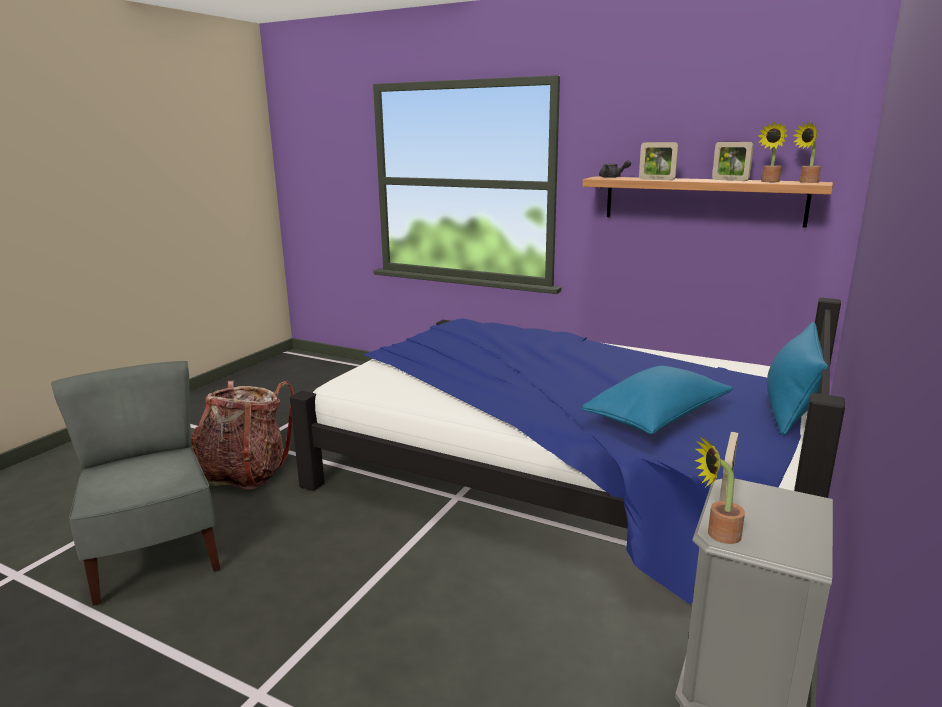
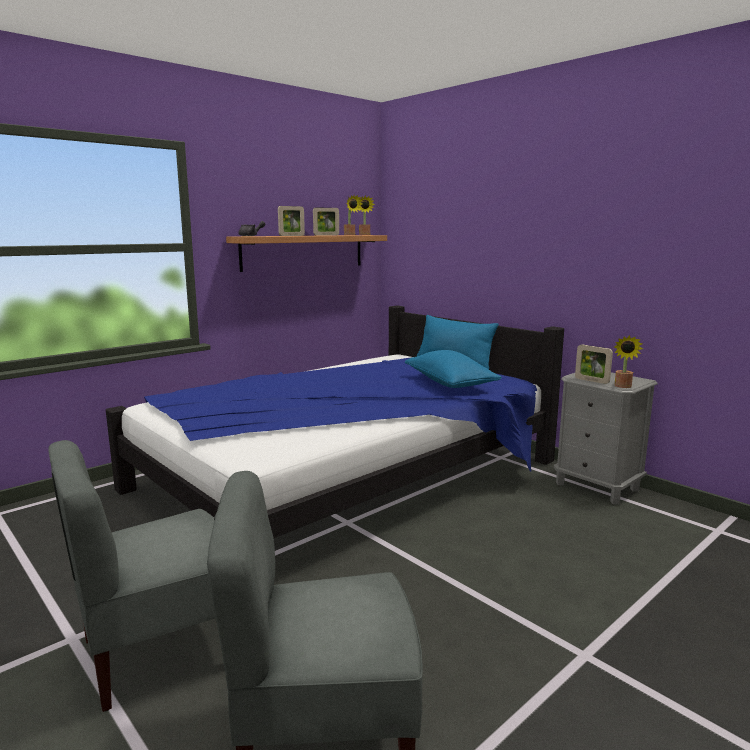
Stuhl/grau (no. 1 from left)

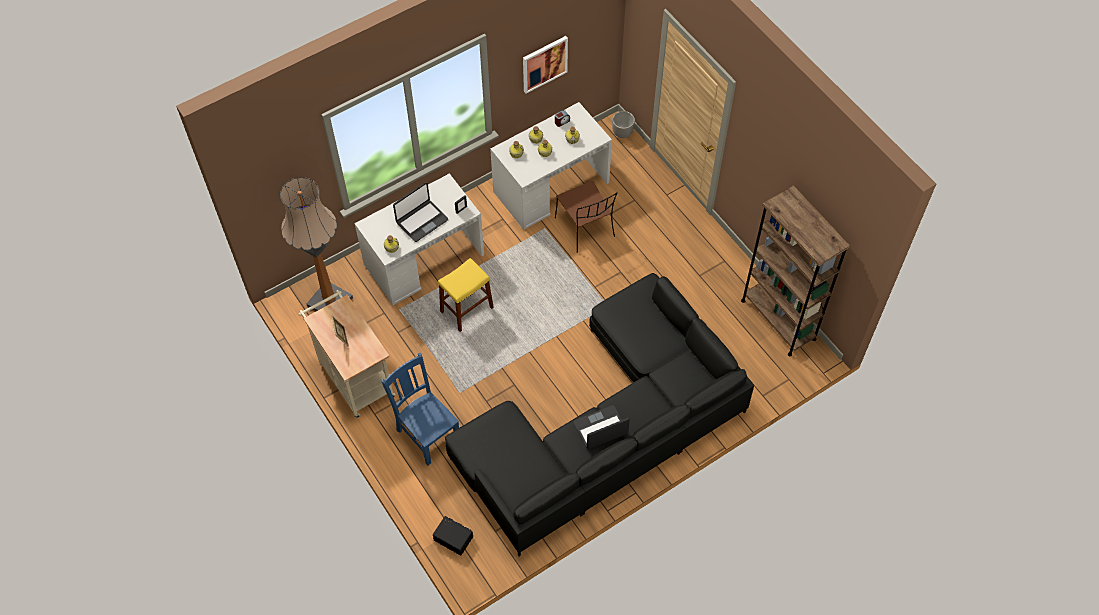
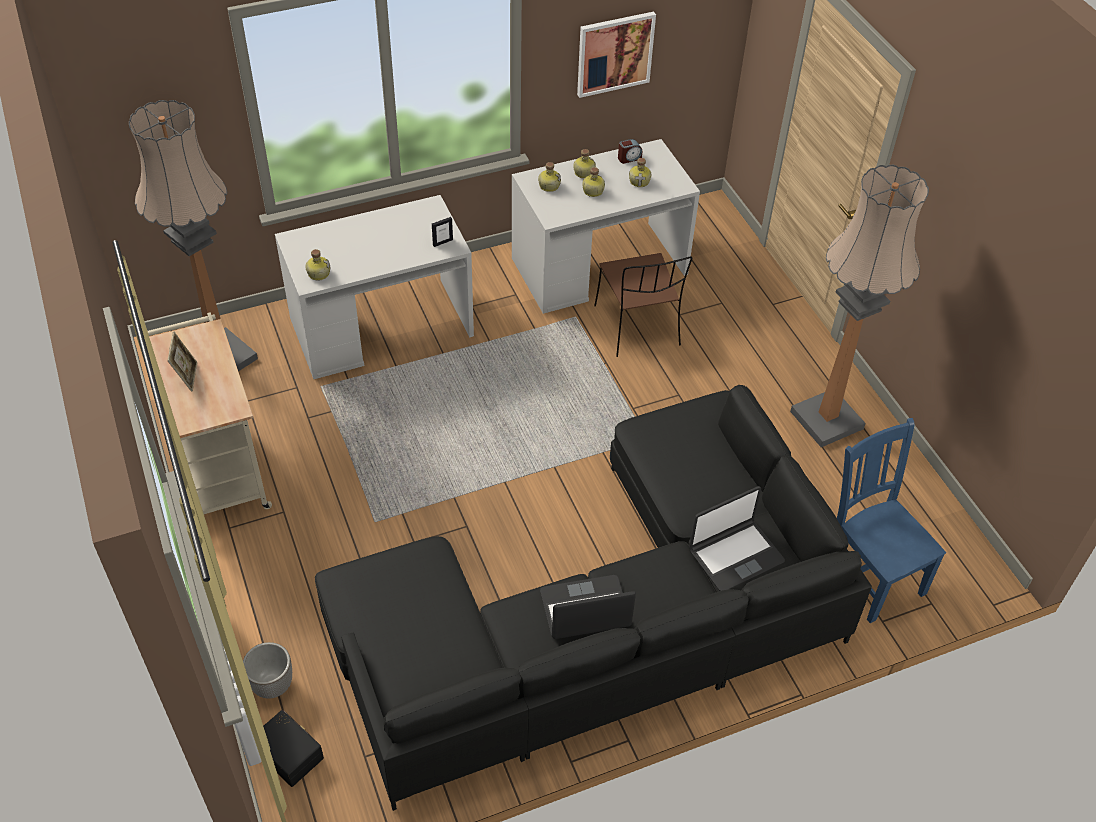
Stuhl/blau; Laptop (no. 2 from left); Hocker/gelb; Pflanzkübel; Bücherregal/braun; Stehlampe (no. 2 from left)

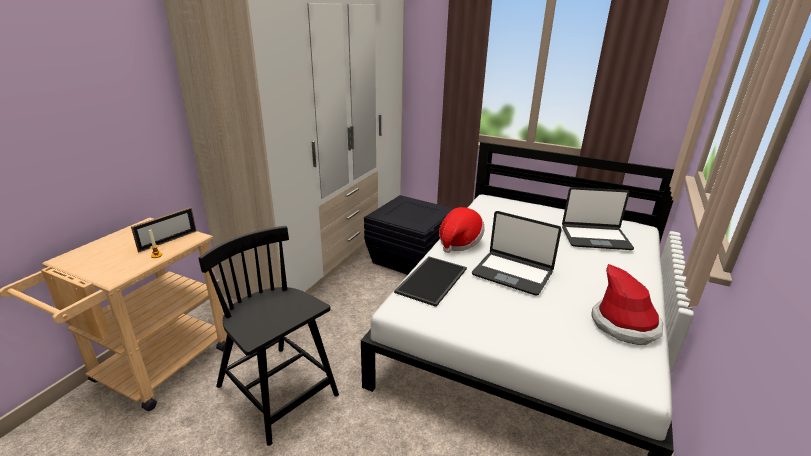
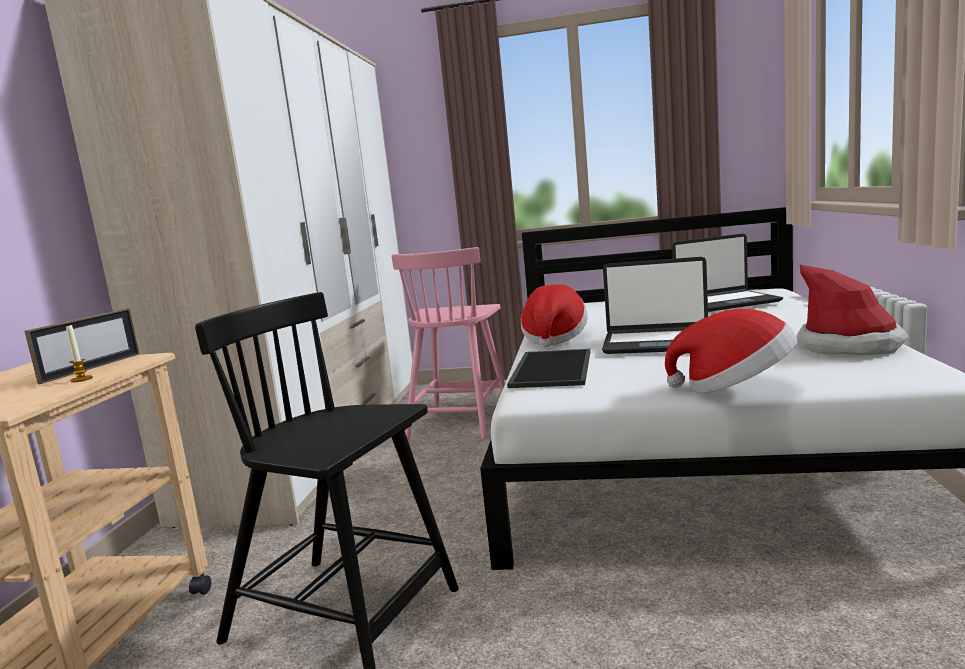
Stuhl/rosa; Hut (no. 2 from left)

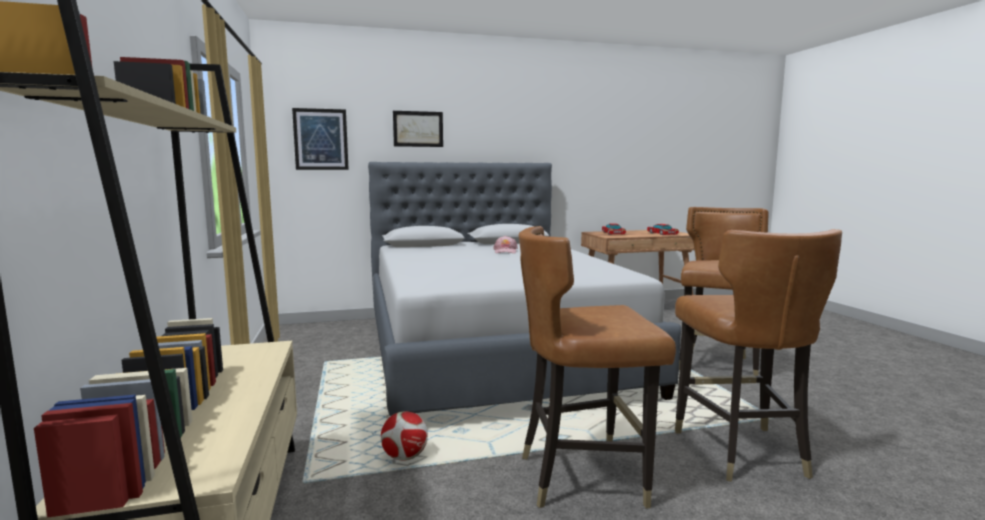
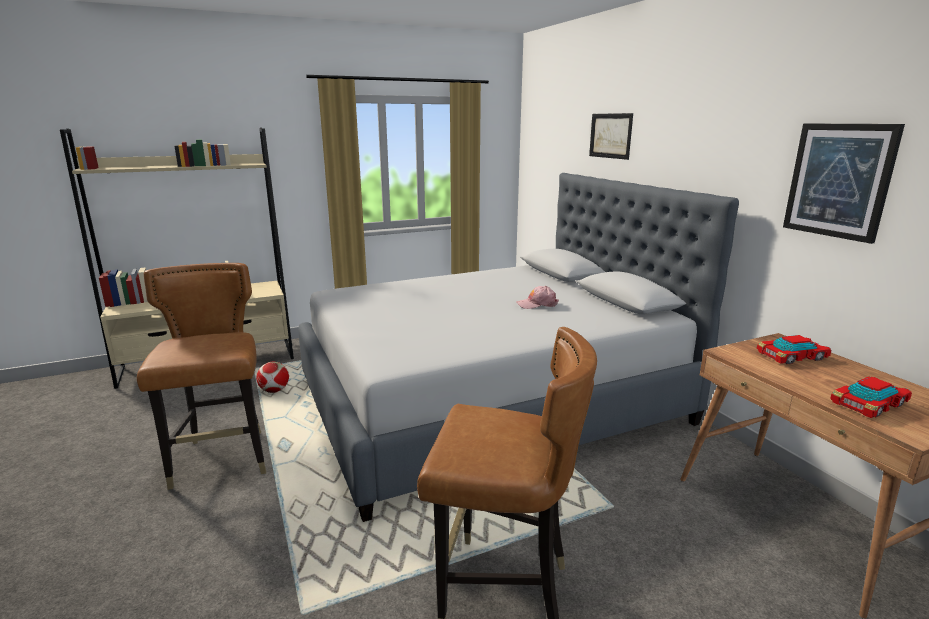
Bild (no. 2 from left); Stuhl/braun (no. 3 from left in the first image)

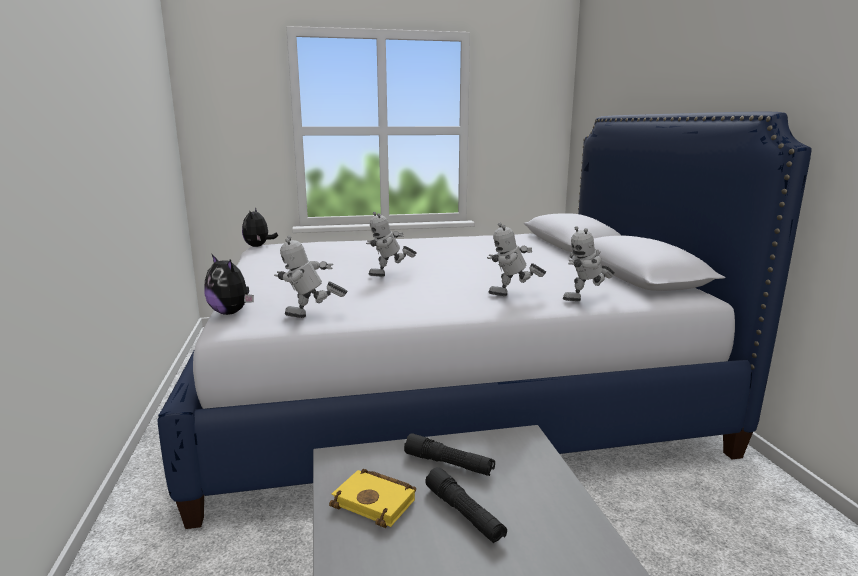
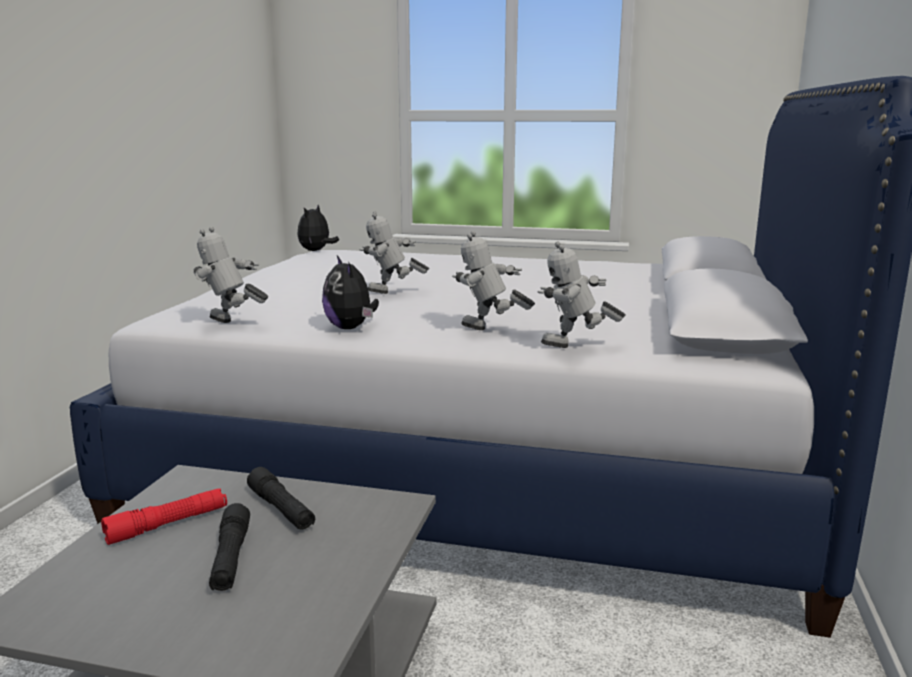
Plüschtier (no. 2 from left); Taschenlampe/rot

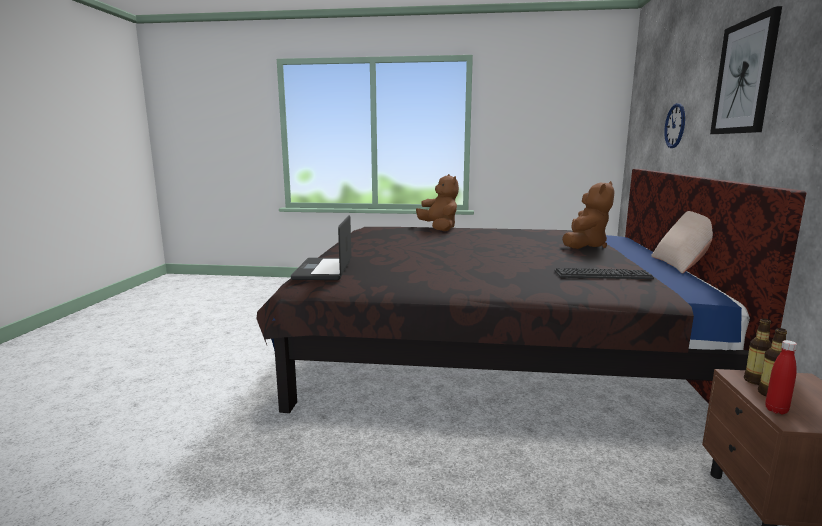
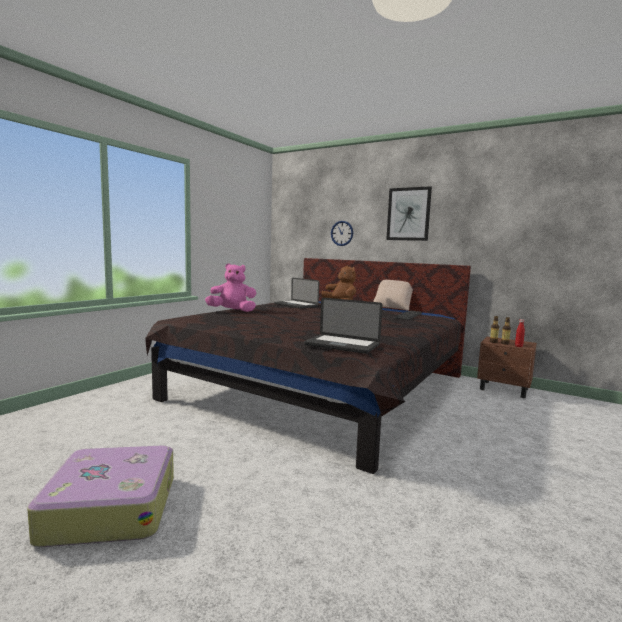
Plüschtier/rosa; Koffer; Laptop (no. 1 from left)

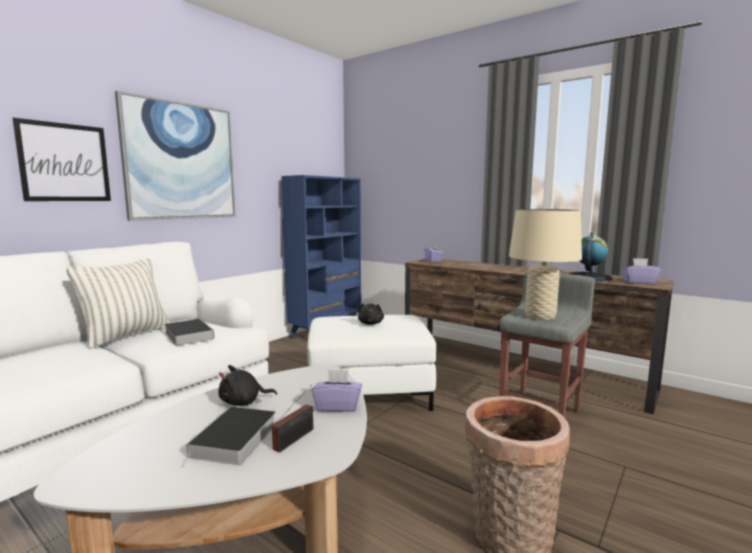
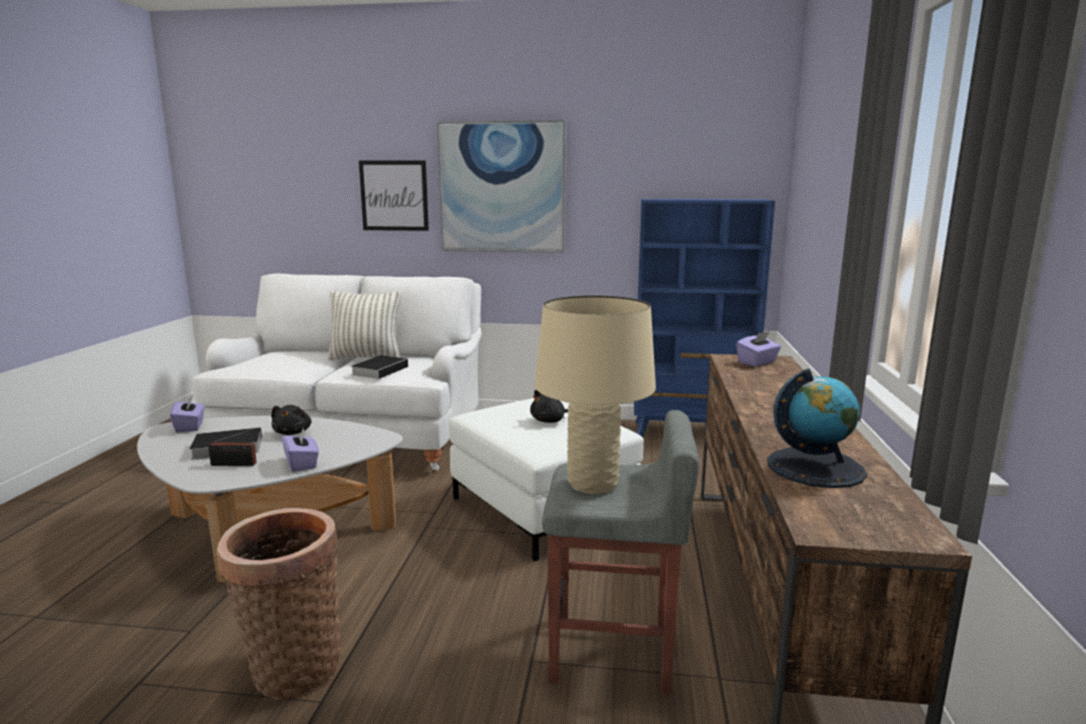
Plüschtier/schwarz (no. 1 from left); Taschentuchbox/lila (no. 1 from left)

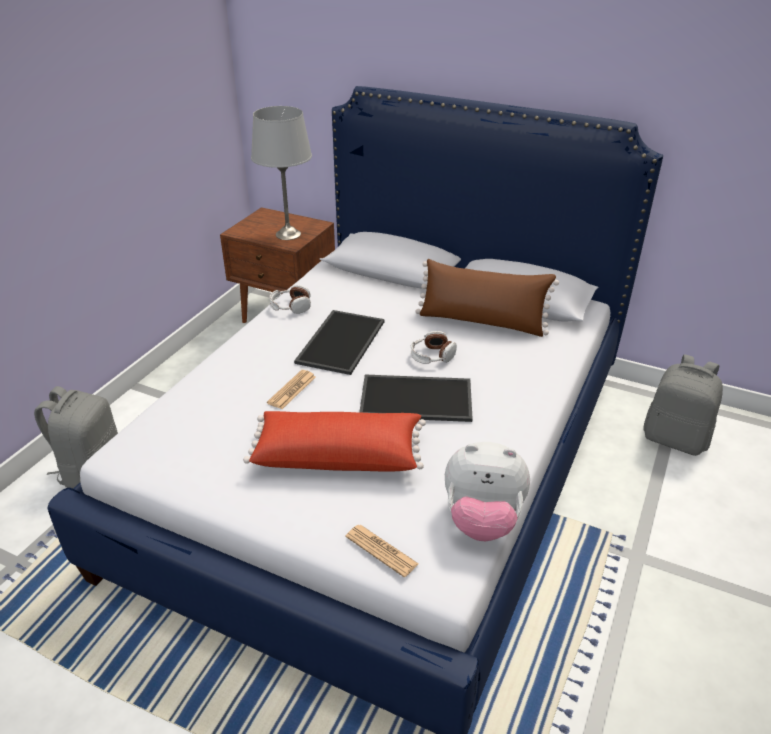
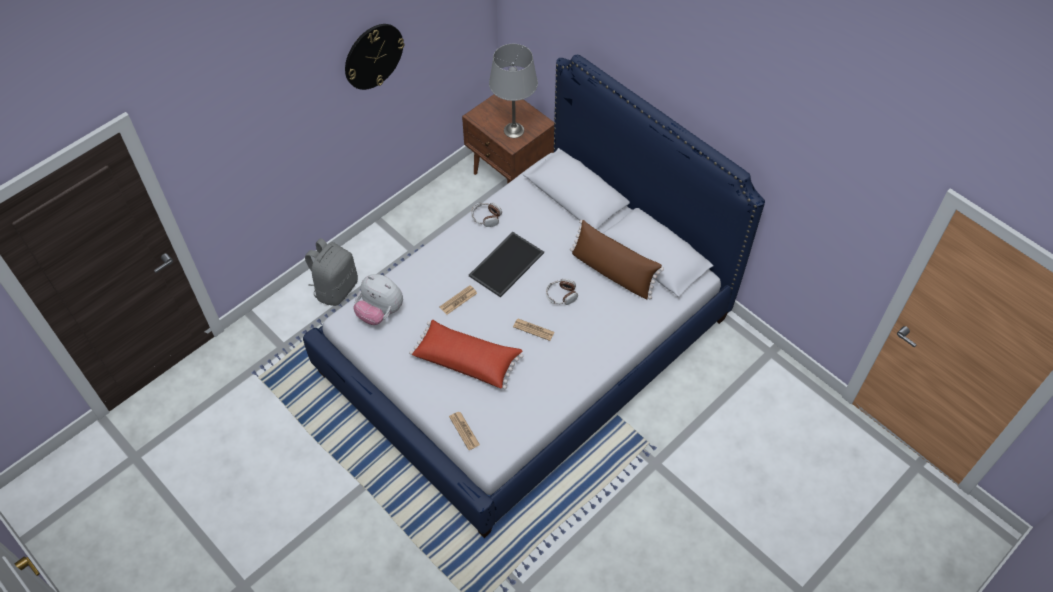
Zeitung (no. 3 from left); Plüschtier; Rucksack/grau (no. 2 from left in the first image); Wanduhr

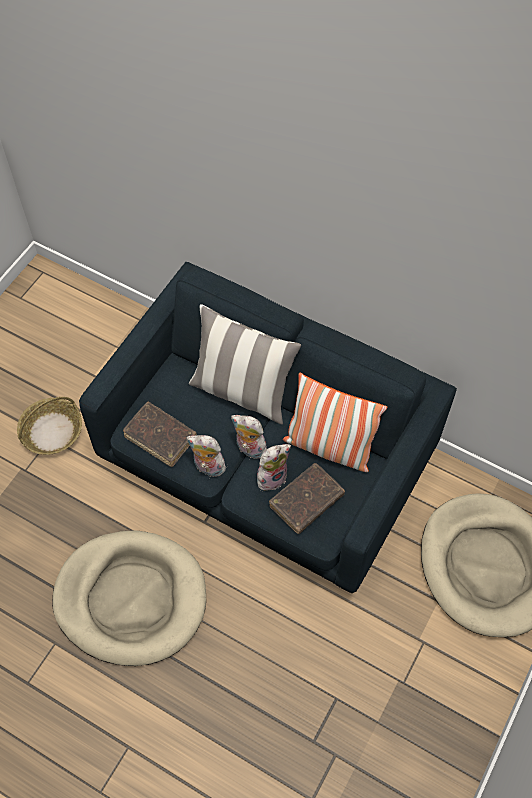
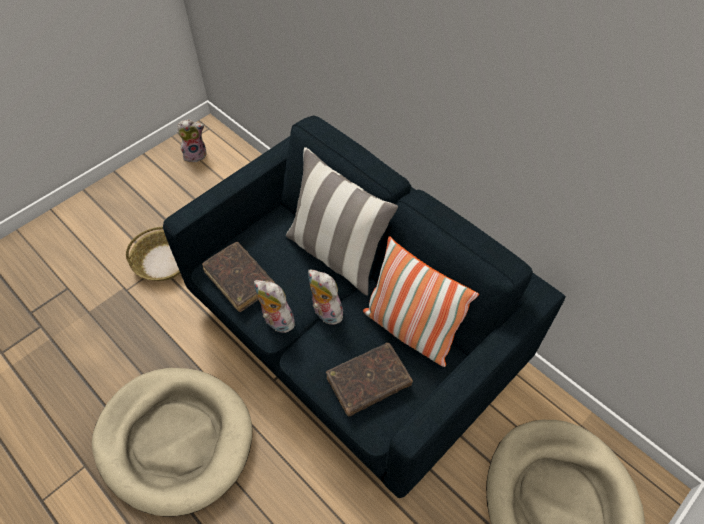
Plüschtier (no. 1 from left)

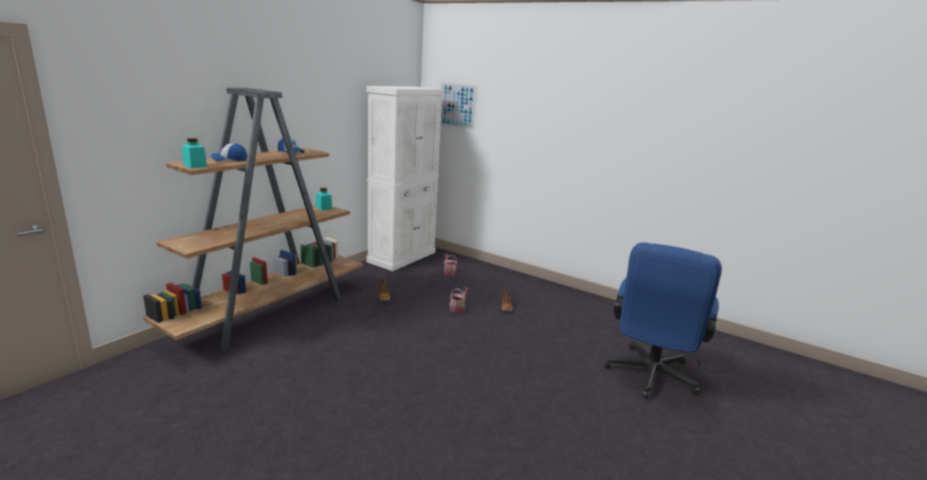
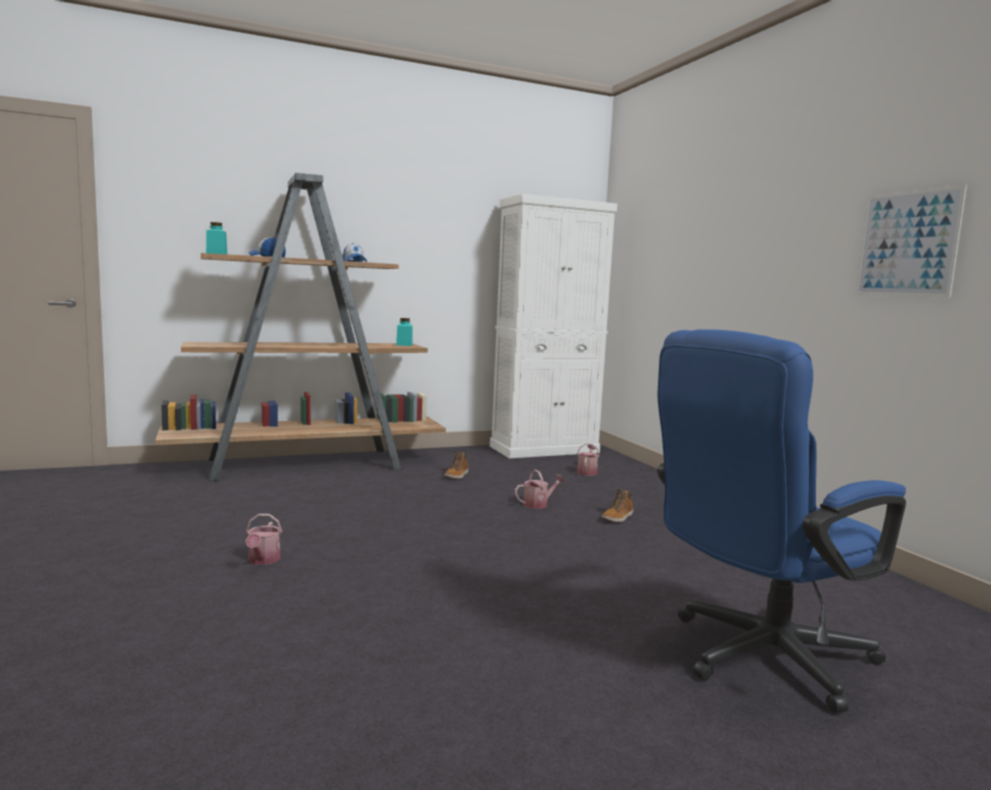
Bild; Gießkanne (no. 1 from left)

